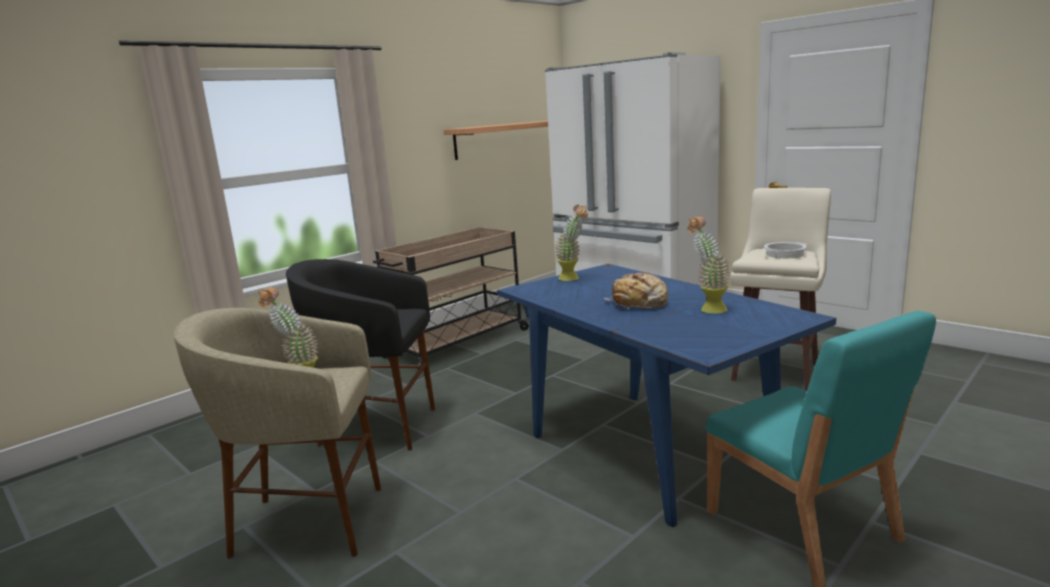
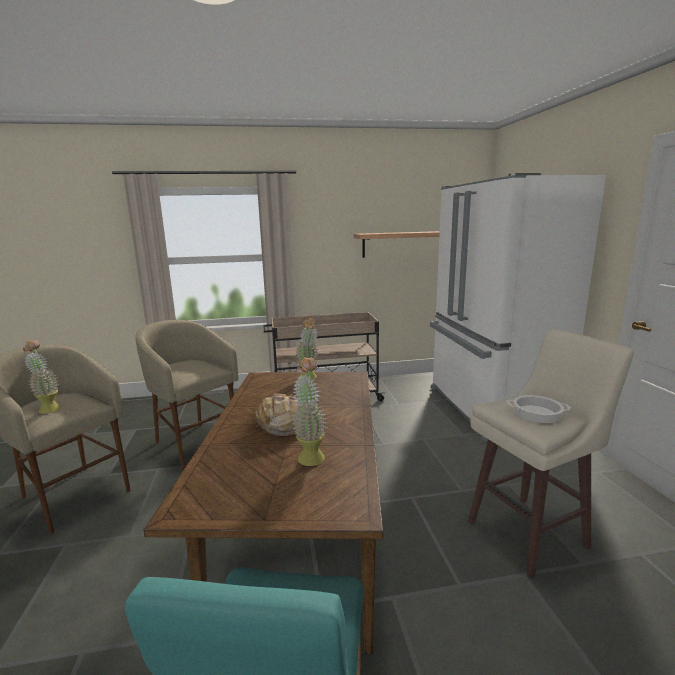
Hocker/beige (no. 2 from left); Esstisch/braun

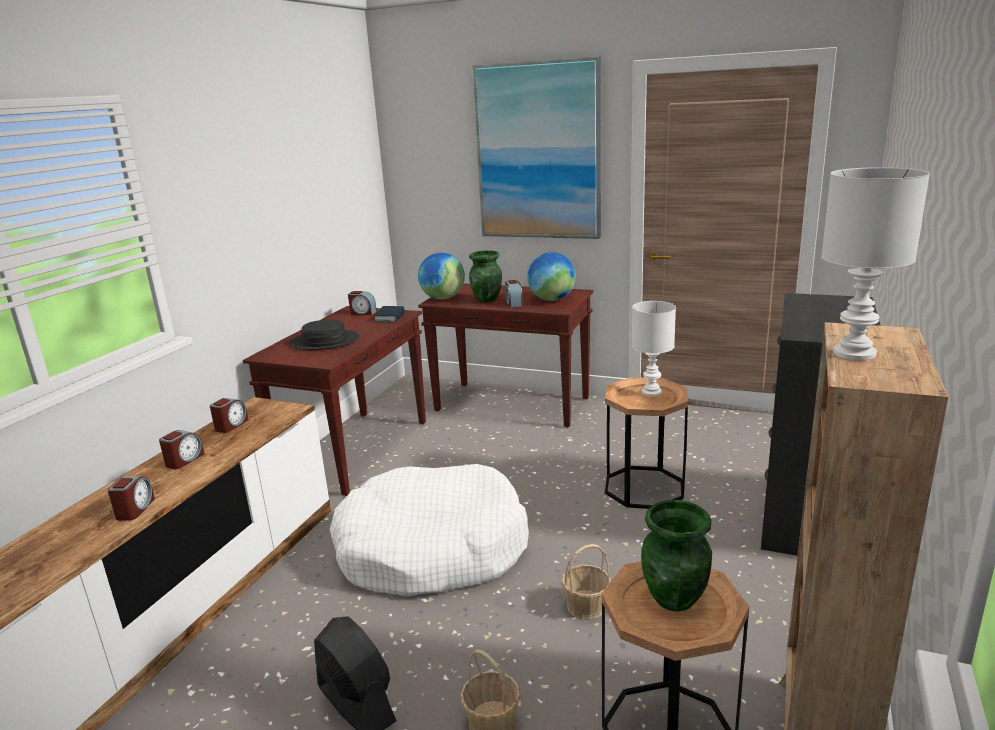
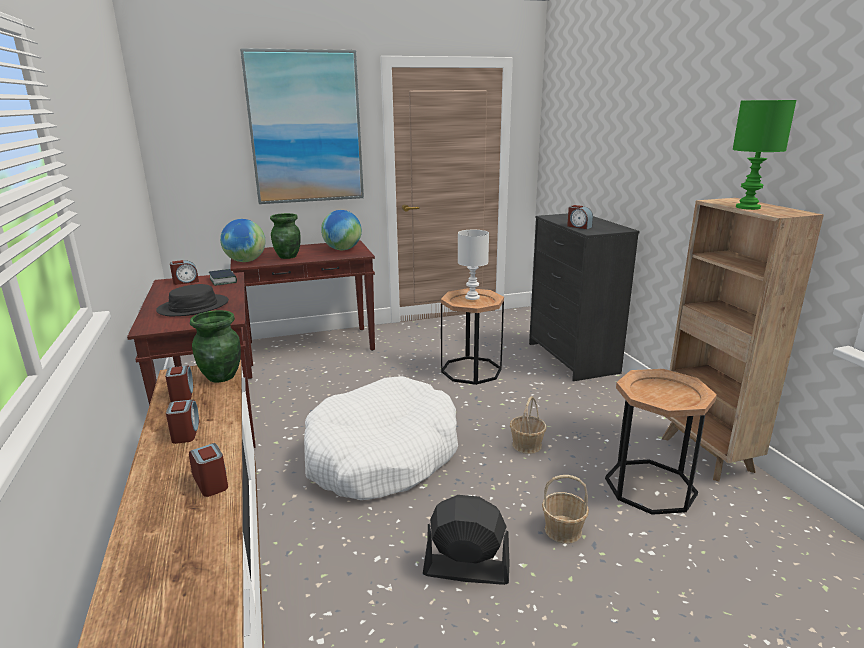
Wecker (no. 5 from left); Vase/grün (no. 1 from left); Tischlampe/grün

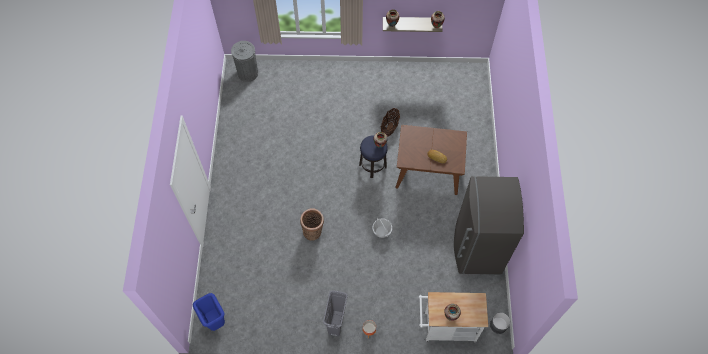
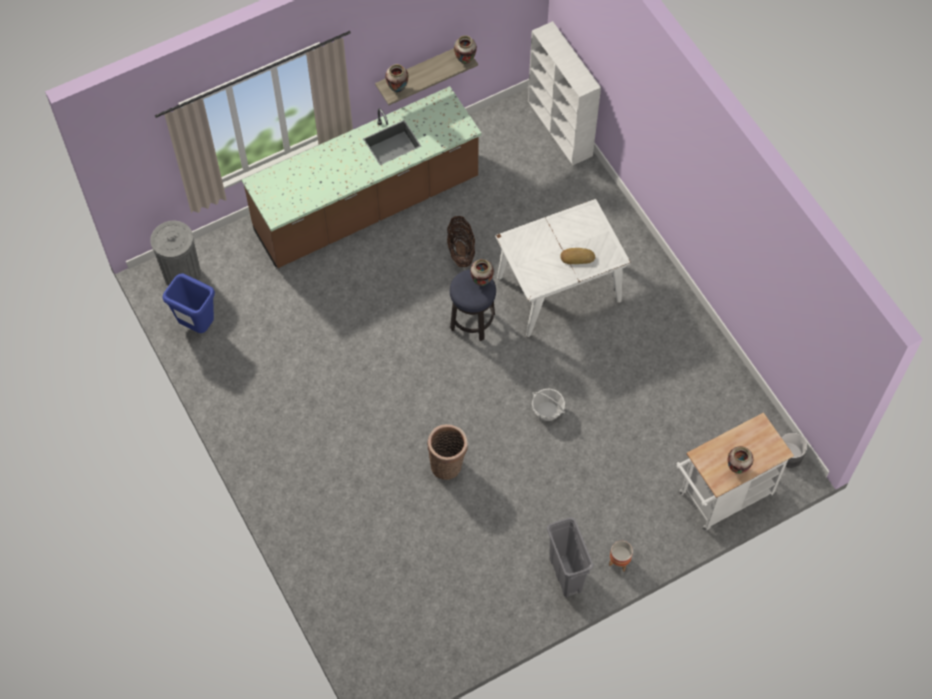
Mülleimer/blau; Esstisch/weiß; Kühlschrank/grau; Küchenzeile/braun; Bücherregal/weiß

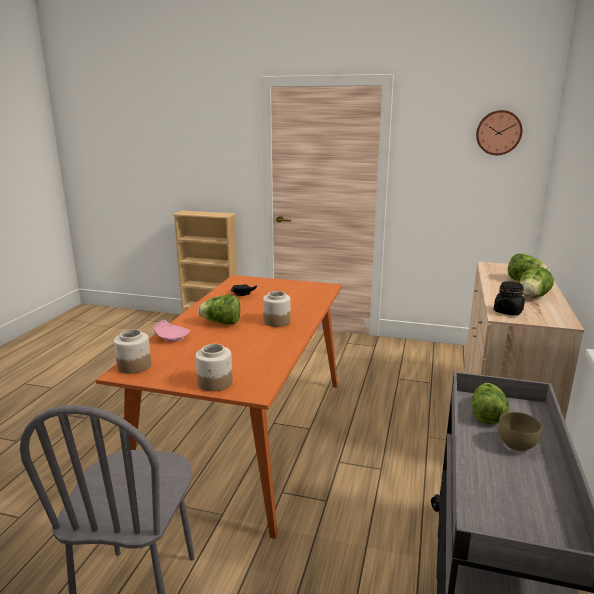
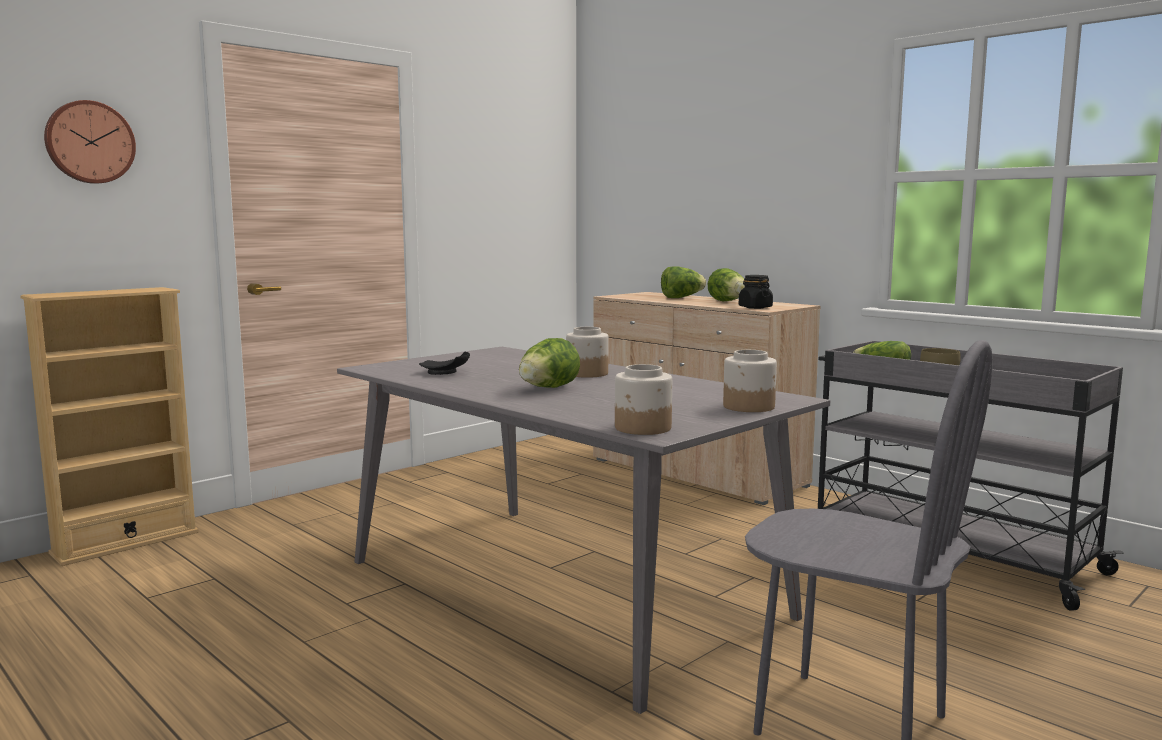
Esstisch/grau; Teller/rosa; Wanduhr

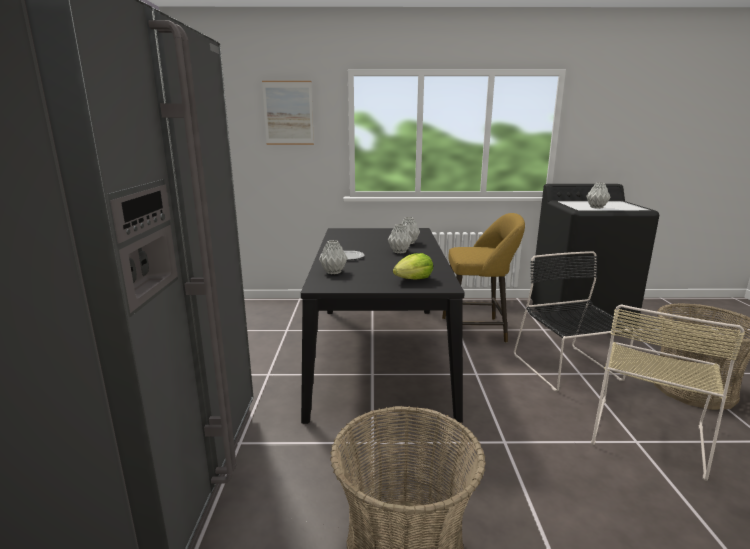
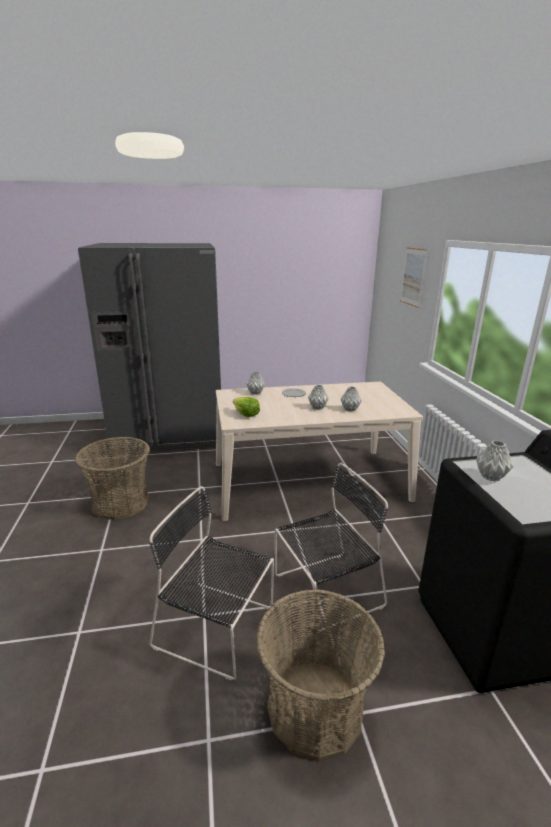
Esstisch/beige; Hocker/gelb; Stuhl/schwarz (no. 1 from left)

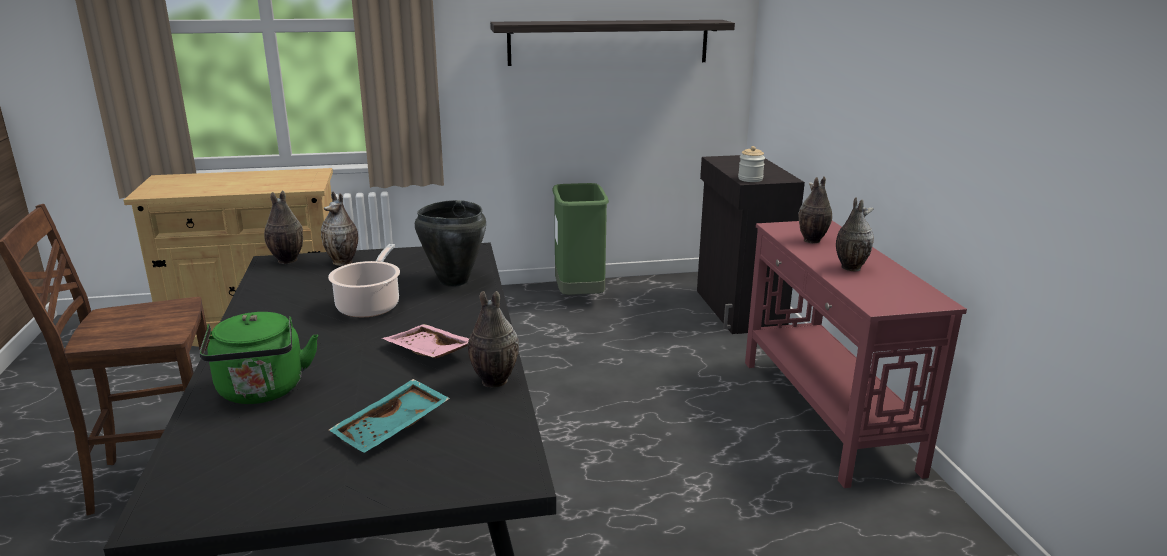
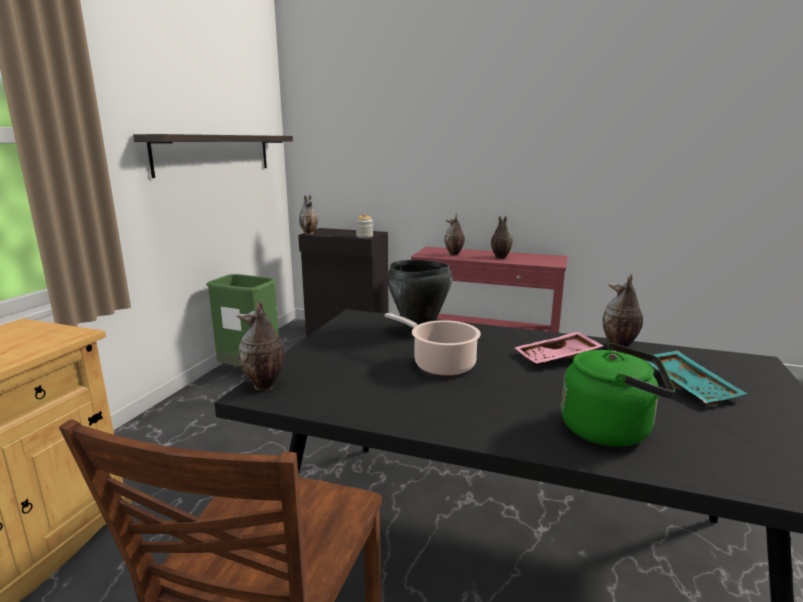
Vase (no. 2 from left)

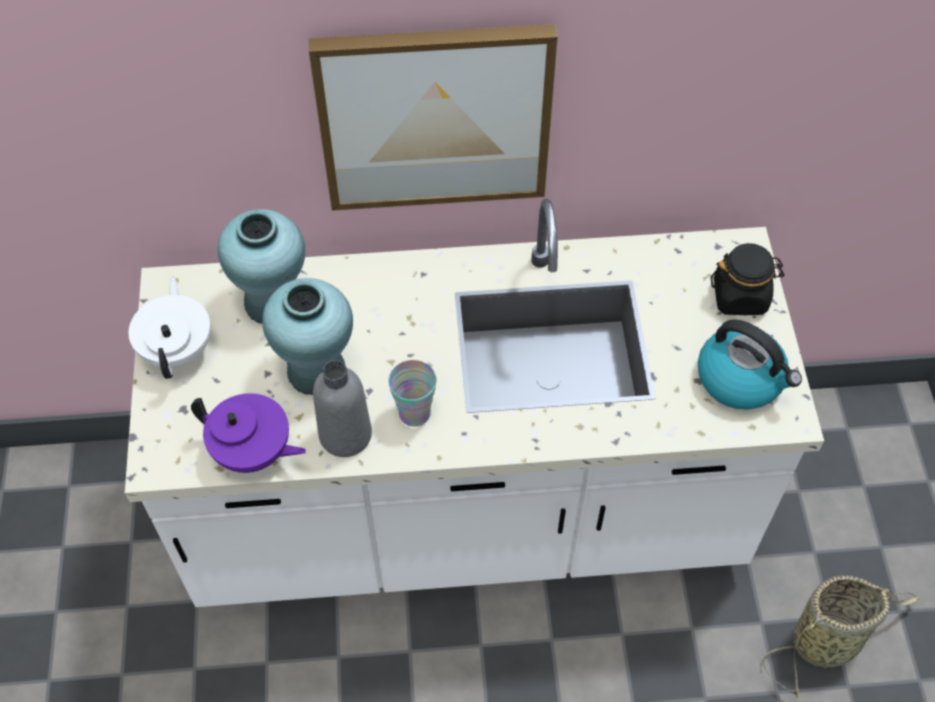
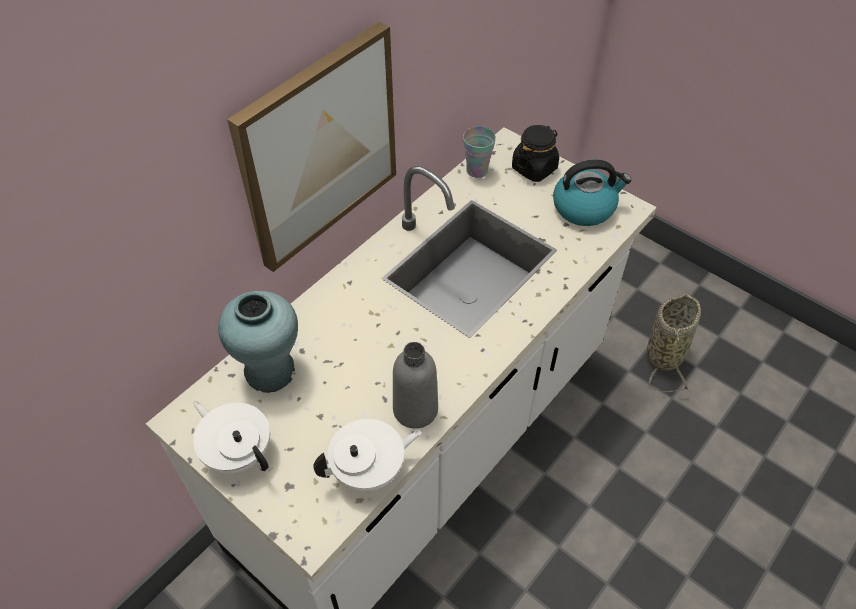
Teekanne/weiß (no. 2 from left); Vase/türkis (no. 2 from left in the first image); Tasse

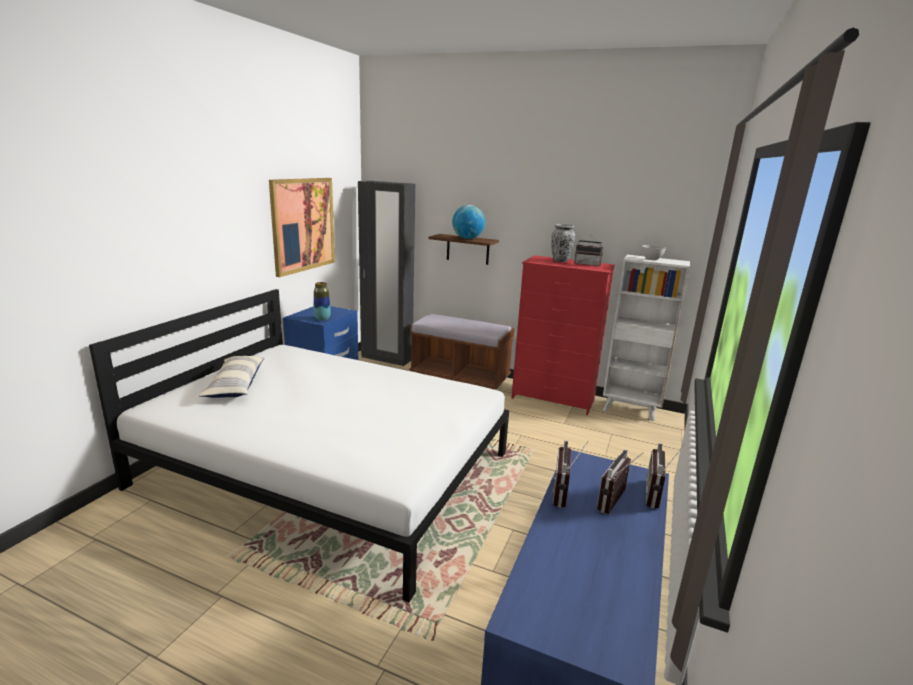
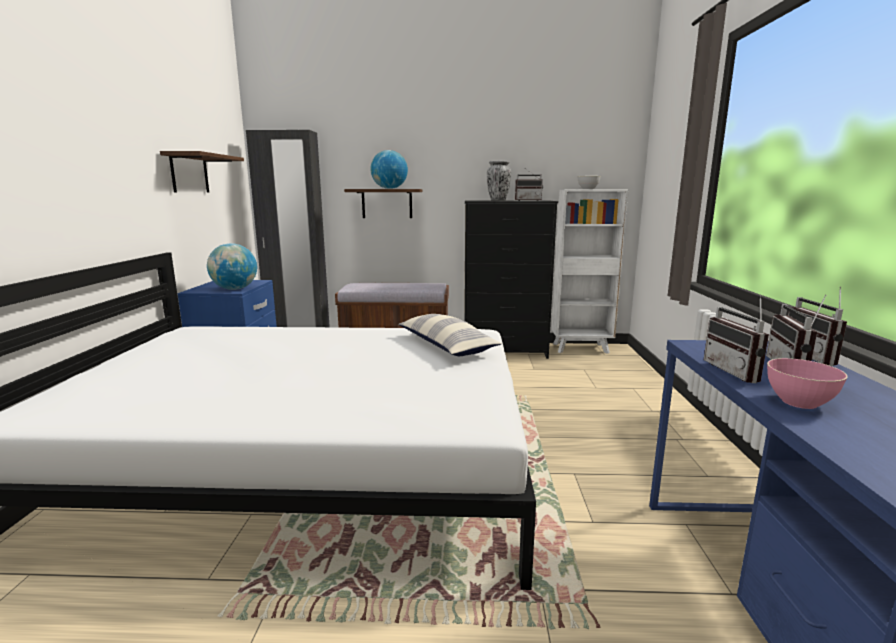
Kissen; Wandregal (no. 1 from left); Globus (no. 1 from left); Kommode/schwarz; Schüssel/rosa

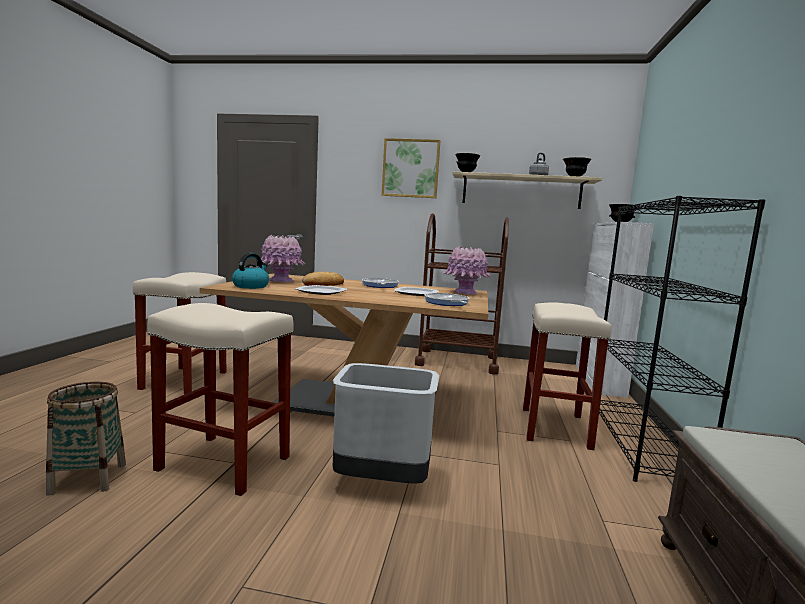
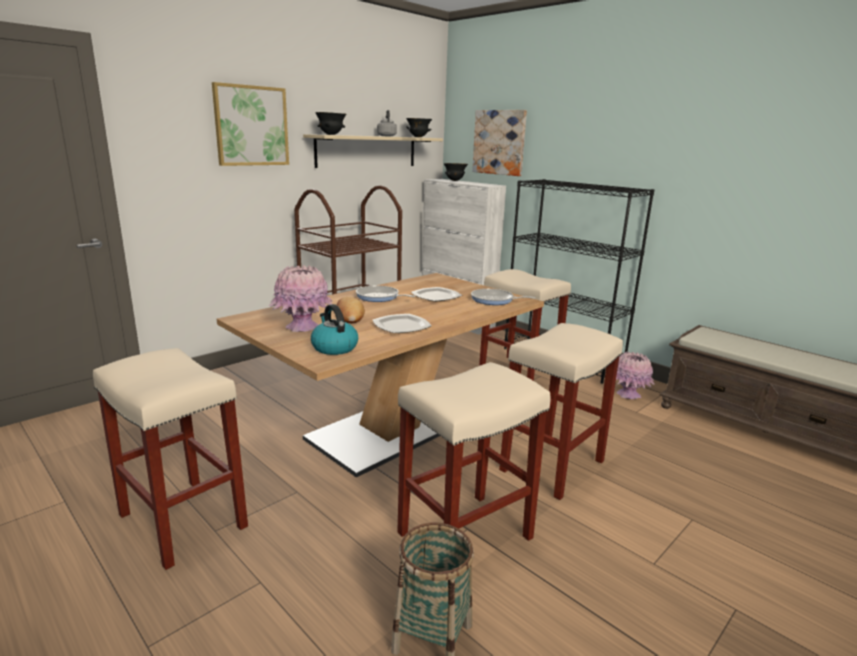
Hocker/beige (no. 4 from left); Vase/rosa (no. 2 from left); Bild (no. 2 from left)

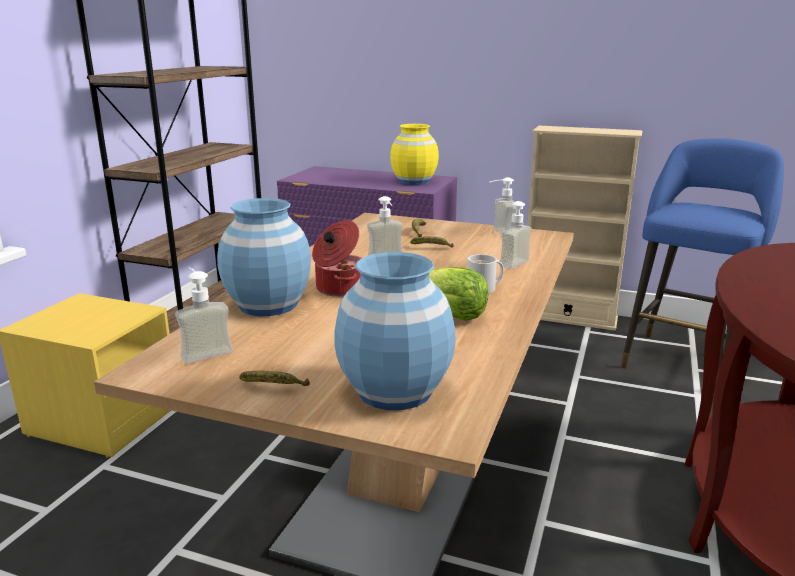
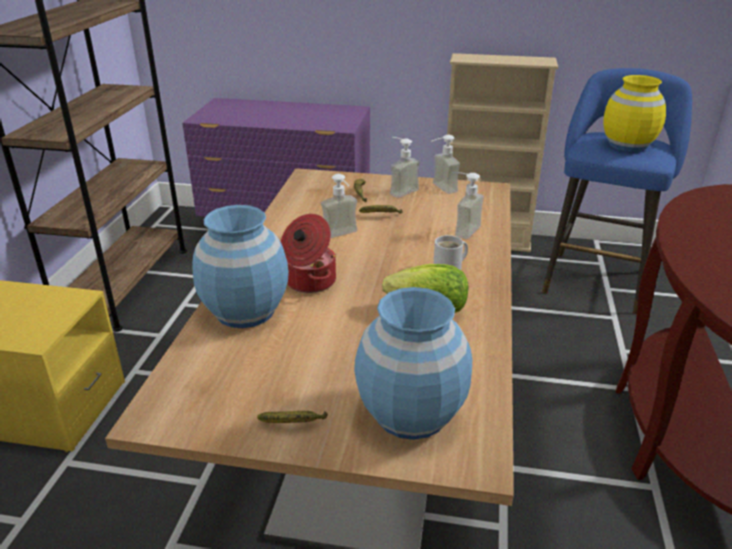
Seifenspender (no. 2 from left); Vase/gelb

